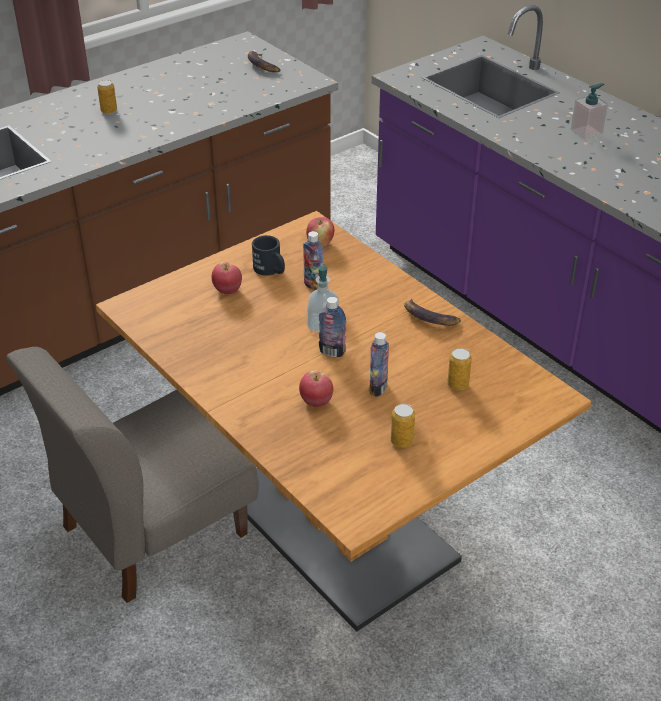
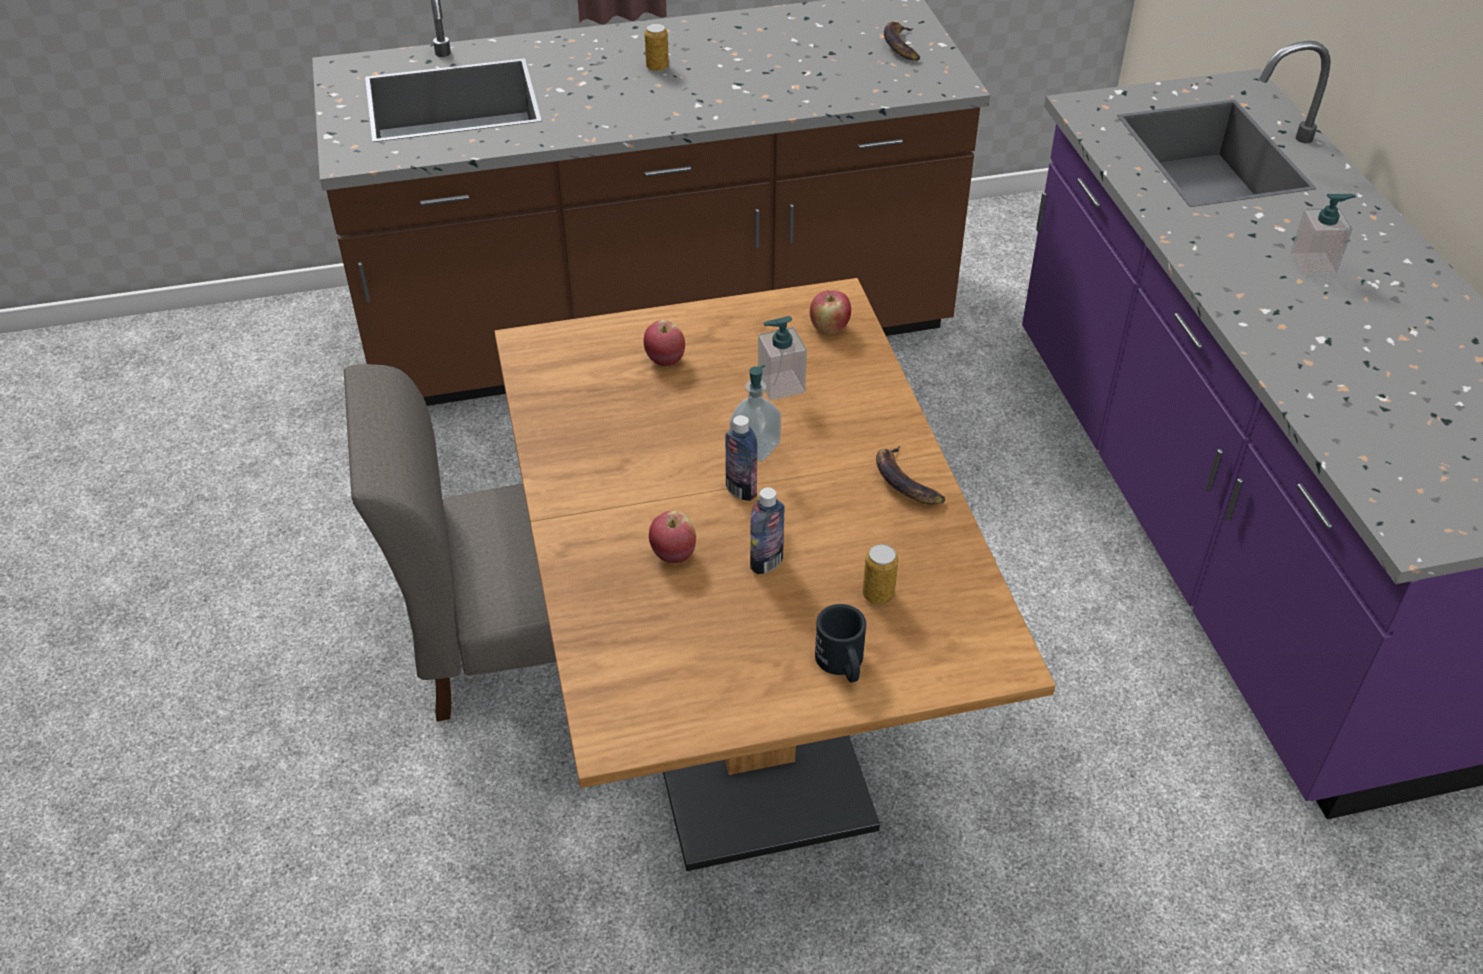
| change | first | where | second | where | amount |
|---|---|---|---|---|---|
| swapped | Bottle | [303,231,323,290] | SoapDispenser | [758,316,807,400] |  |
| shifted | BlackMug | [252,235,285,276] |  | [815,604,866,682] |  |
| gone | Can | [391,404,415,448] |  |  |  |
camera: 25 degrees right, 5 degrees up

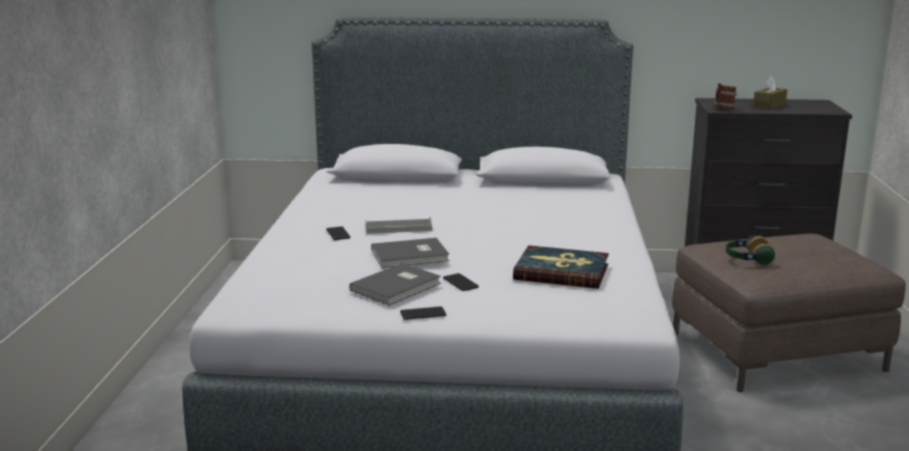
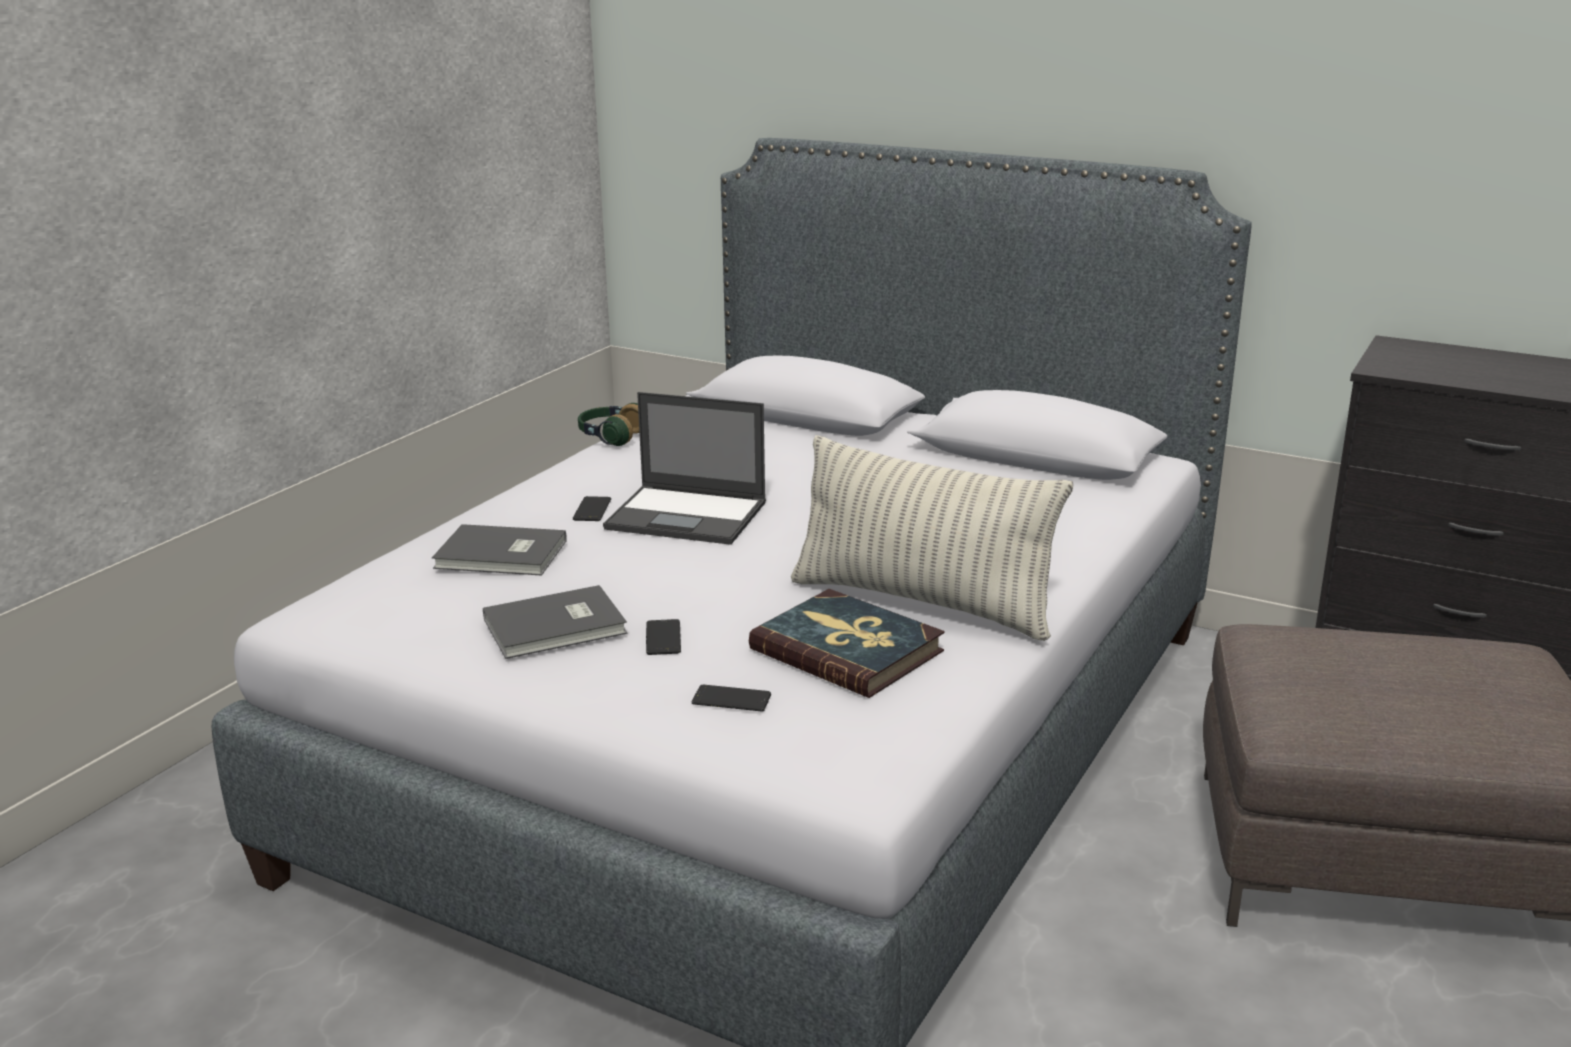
| change | first | where | second | where | amount |
|---|---|---|---|---|---|
| shifted | GreyBook | [371,238,449,268] |  | [432,524,567,576] |  |
| shifted | Headphones | [726,235,775,265] |  | [578,403,639,446] |  |
| swapped | GreyTray | [366,217,432,234] | Laptop | [603,392,766,545] |  |
| shifted | Phone | [400,306,446,320] |  | [692,685,771,711] |  |
| new |  |  | Pillow | [791,435,1073,641] |  |
| gone | Mug | [714,83,737,109] |  |  |  |
| gone | BrownTissueBox | [753,75,787,110] |  |  |  |
camera: 25 degrees right, 5 degrees up

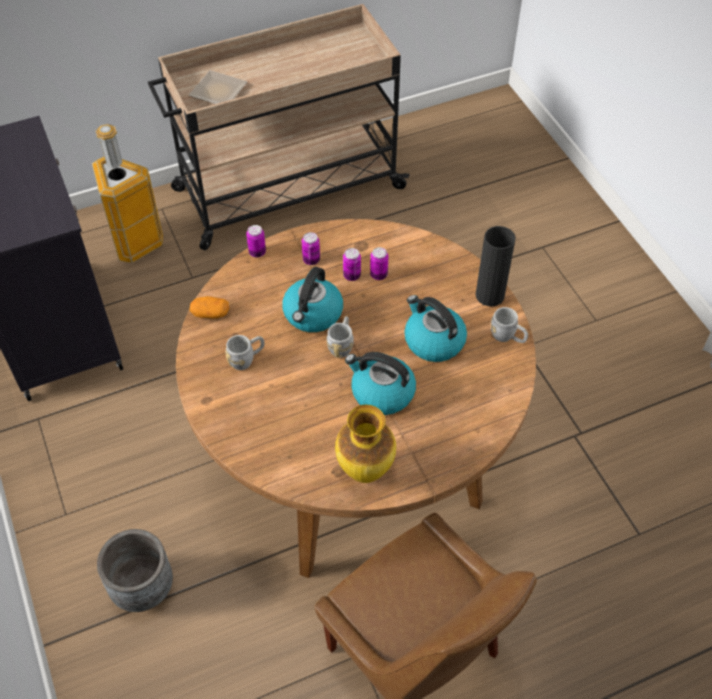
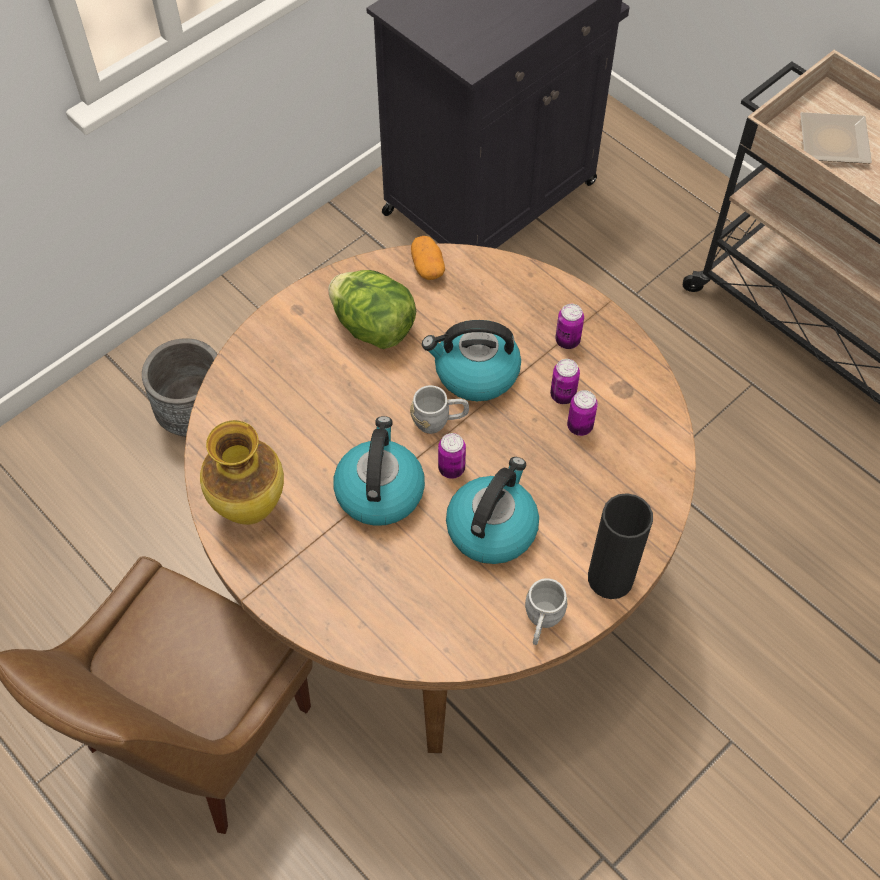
| change | first | where | second | where | amount |
|---|---|---|---|---|---|
| swapped | GreyMug | [226,335,265,370] | Lettuce | [328,270,416,349] |  |
| shifted | Can | [246,225,266,258] |  | [438,433,466,479] |  |
| gone | TrashCan | [92,124,163,263] |  |  |  |
camera: 70 degrees right, 5 degrees up

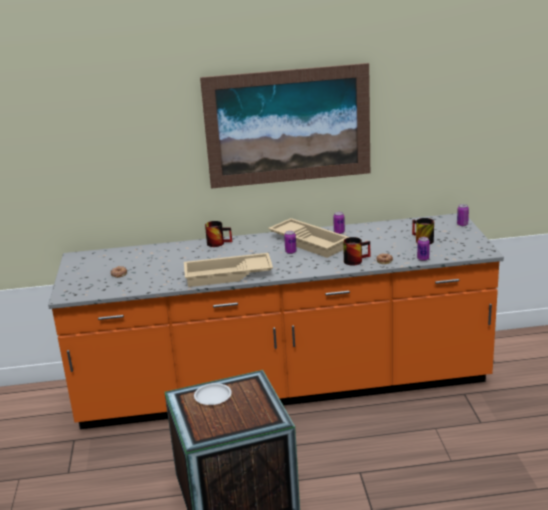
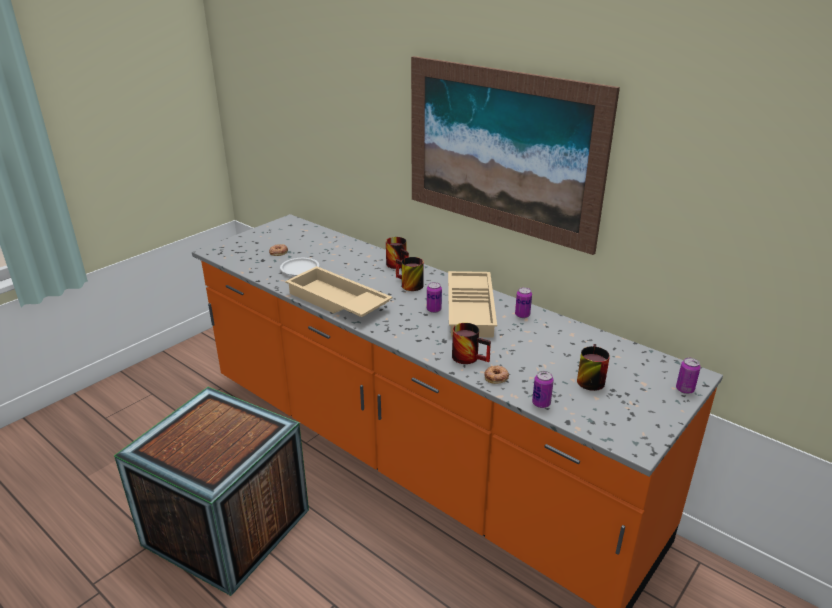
| change | first | where | second | where | amount |
|---|---|---|---|---|---|
| shifted | WhitePlate | [194,383,232,405] |  | [280,258,319,276] |  |
| new |  |  | Mug | [396,257,424,291] |  |
camera: 45 degrees right, 5 degrees up

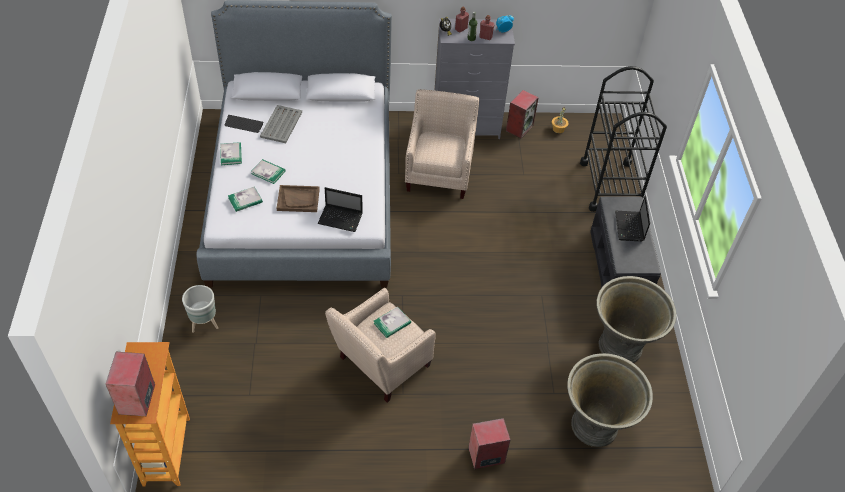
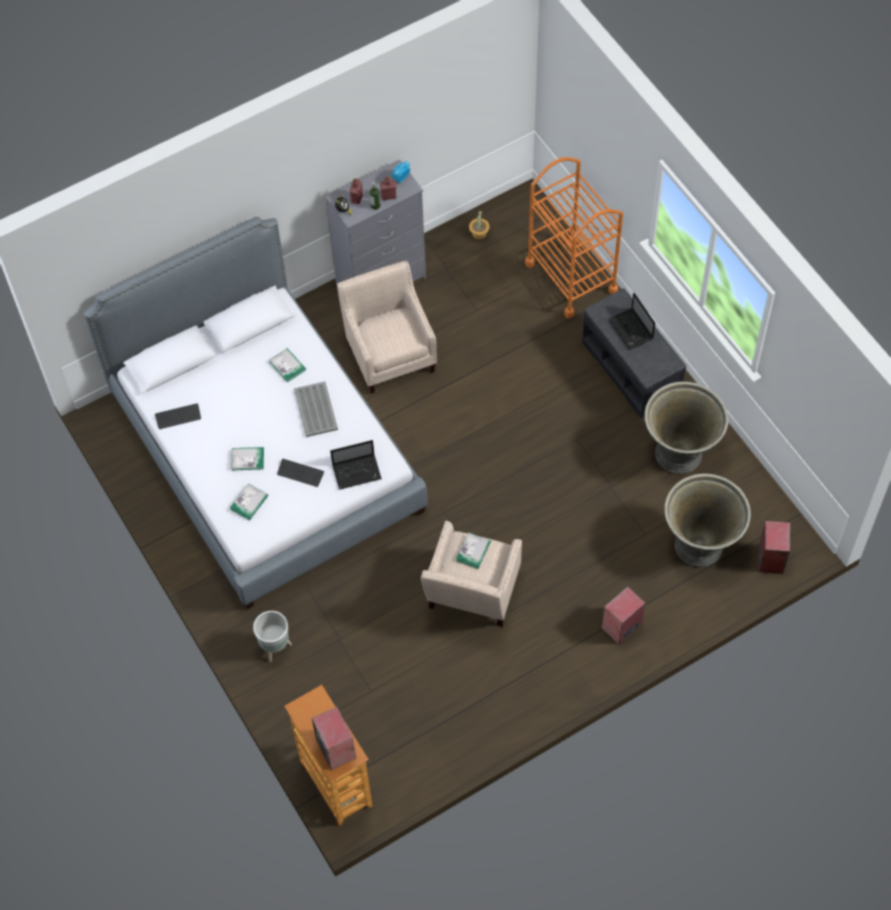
| change | first | where | second | where | amount |
|---|---|---|---|---|---|
| shifted | Book | [220,142,242,165] |  | [269,348,306,383] |  |
| swapped | BrownTray | [277,185,320,212] | Keyboard | [277,459,324,487] |  |
| shifted | GreyTray | [260,105,302,143] |  | [294,382,338,437] |  |
| repainted | BlackCart | [580,66,667,212] | OrangeCart | [525,157,623,319] |  |
| shifted | Speaker | [506,90,539,138] |  | [759,521,790,574] |  |
camera: 25 degrees left, 10 degrees up

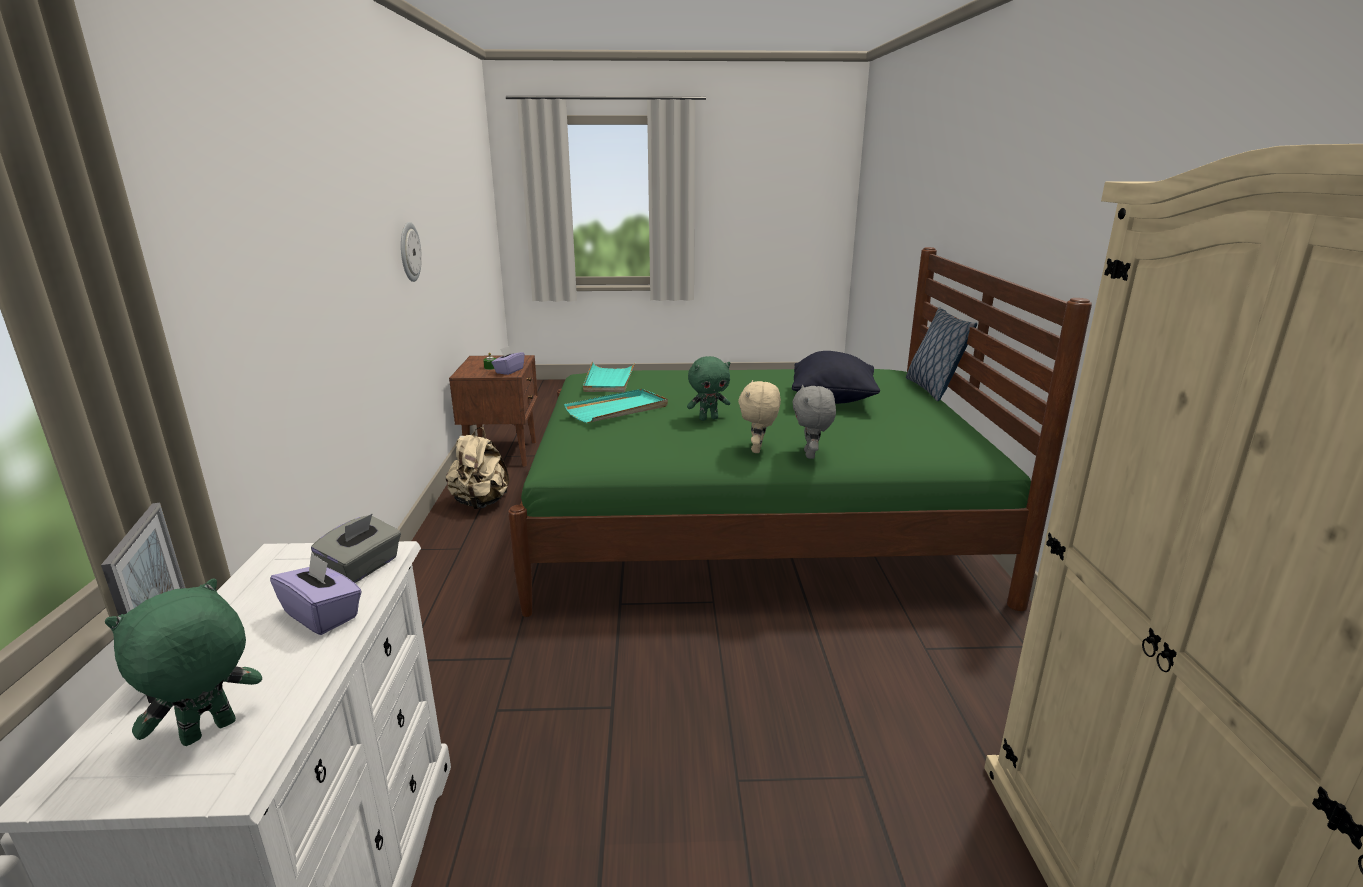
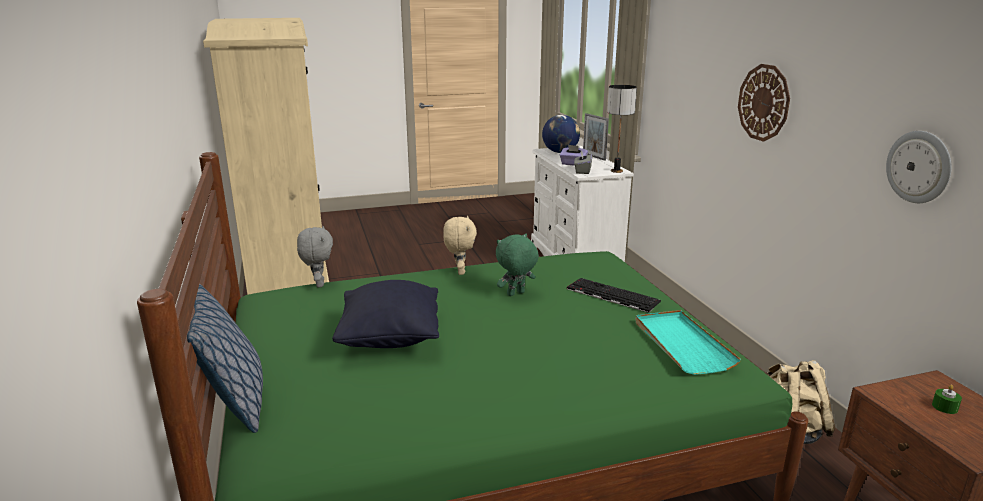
| change | first | where | second | where | amount |
|---|---|---|---|---|---|
| shifted | GreyPlushToy | [792,385,836,459] |  | [297,226,333,287] |  |
| swapped | GreenPlushToy | [105,579,262,746] | Globe | [542,115,580,153] |  |
| swapped | TurquoiseTray | [564,389,668,423] | Keyboard | [567,278,661,313] |  |
| new |  |  | TableLamp | [607,85,637,173] |  |
| new |  |  | WallClock | [738,64,790,141] |  |
| gone | PurpleTissueBox | [492,346,525,375] |  |  |  |
camera: 165 degrees right, 0 degrees up

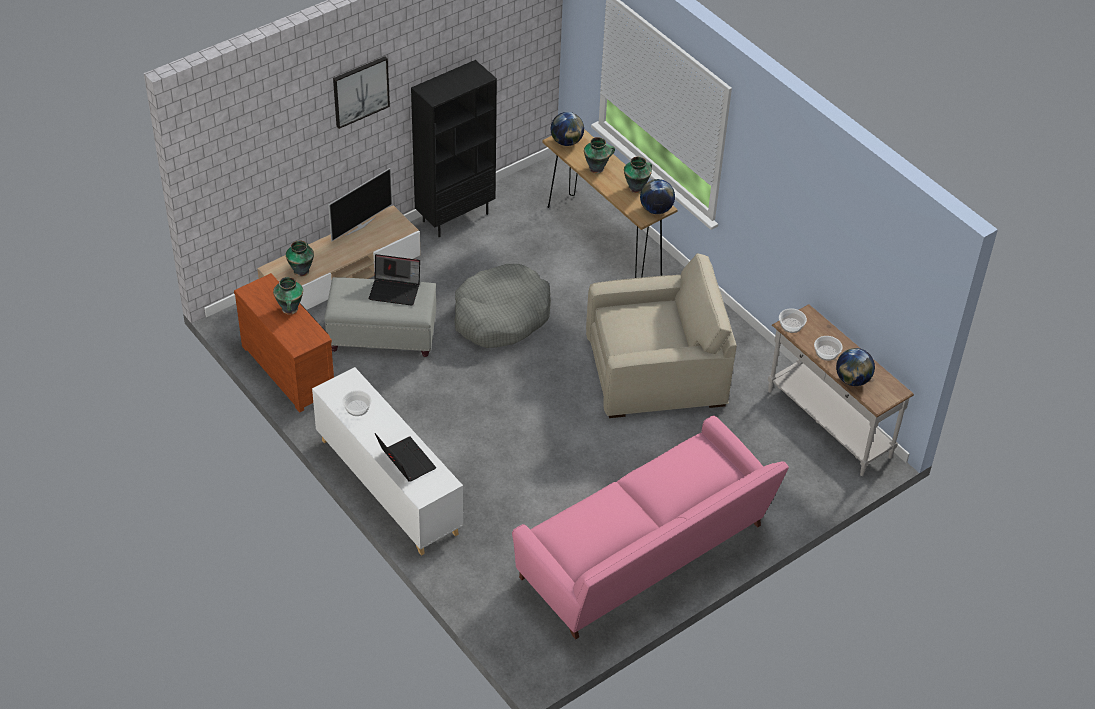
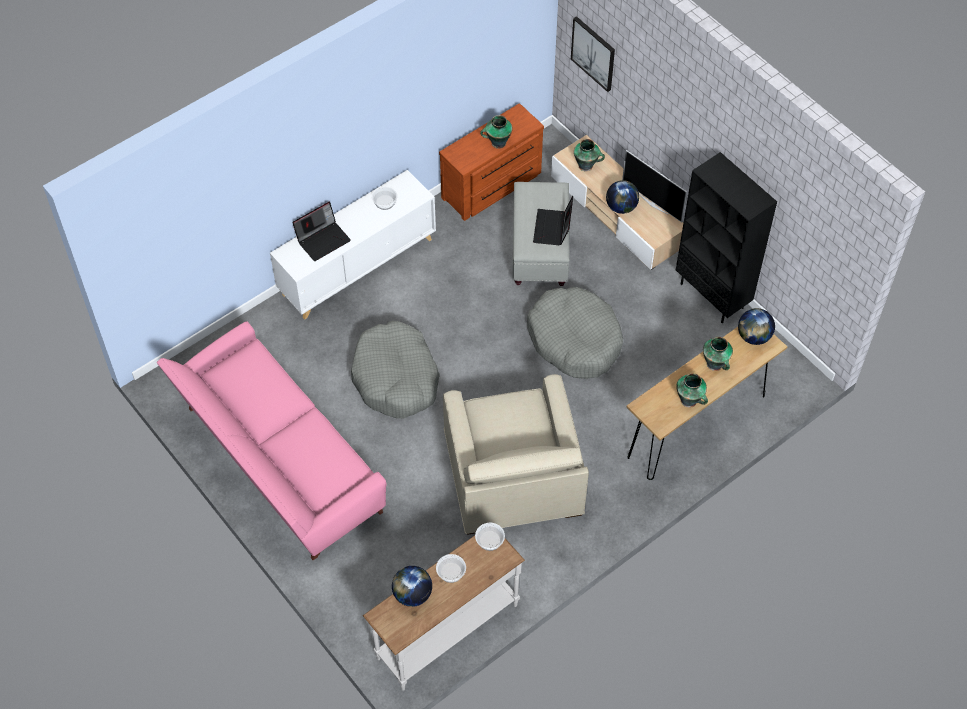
| change | first | where | second | where | amount |
|---|---|---|---|---|---|
| new |  |  | GreyDogBed | [351,321,440,418] |  |
| shifted | Picture | [333,56,390,129] |  | [571,16,615,92] |  |
| shifted | Globe | [640,179,675,214] |  | [606,180,639,214] |  |
camera: 90 degrees right, 10 degrees up

